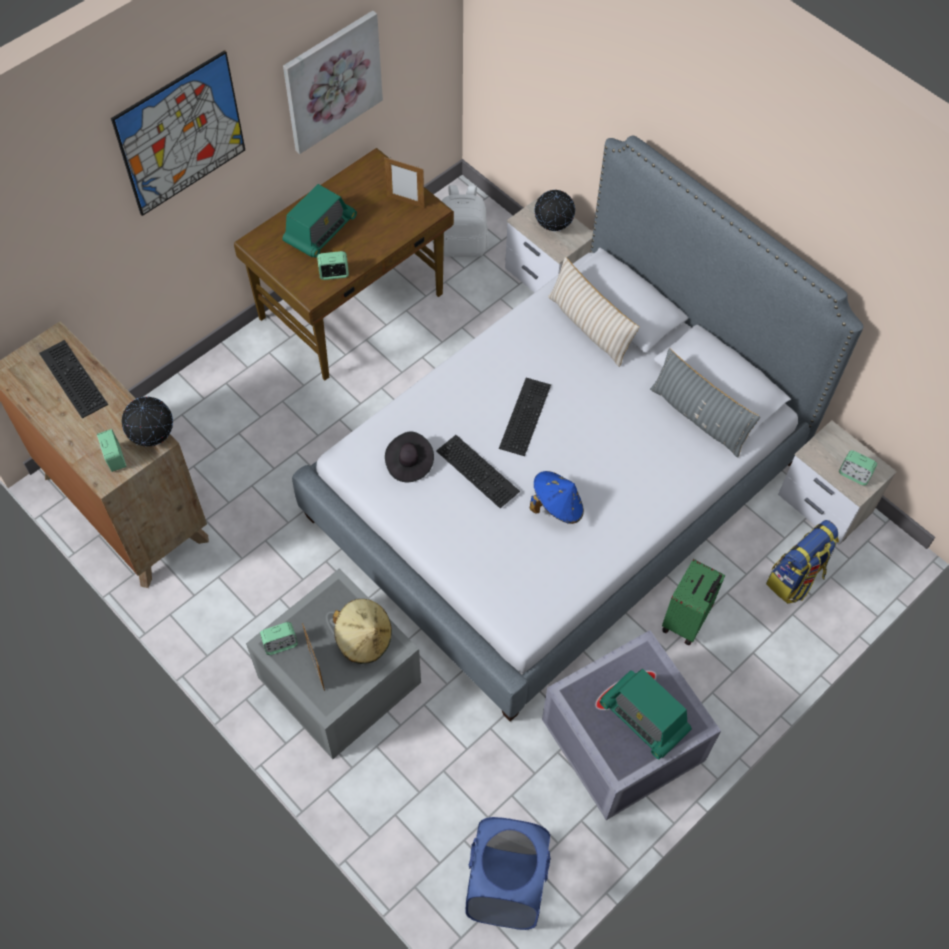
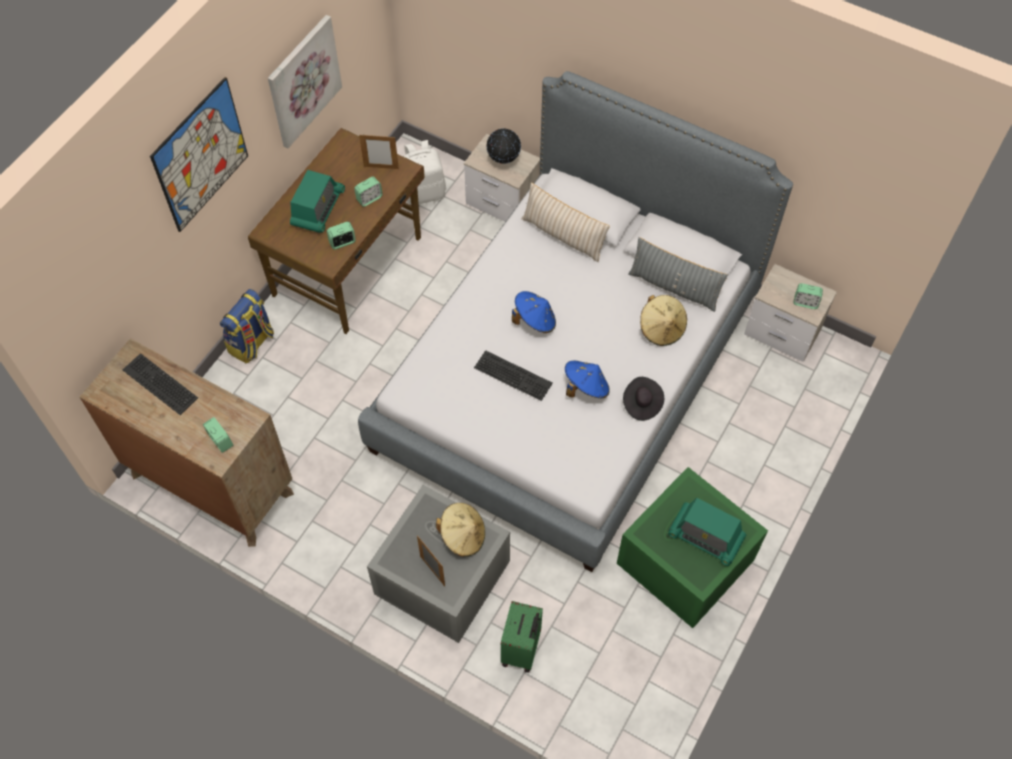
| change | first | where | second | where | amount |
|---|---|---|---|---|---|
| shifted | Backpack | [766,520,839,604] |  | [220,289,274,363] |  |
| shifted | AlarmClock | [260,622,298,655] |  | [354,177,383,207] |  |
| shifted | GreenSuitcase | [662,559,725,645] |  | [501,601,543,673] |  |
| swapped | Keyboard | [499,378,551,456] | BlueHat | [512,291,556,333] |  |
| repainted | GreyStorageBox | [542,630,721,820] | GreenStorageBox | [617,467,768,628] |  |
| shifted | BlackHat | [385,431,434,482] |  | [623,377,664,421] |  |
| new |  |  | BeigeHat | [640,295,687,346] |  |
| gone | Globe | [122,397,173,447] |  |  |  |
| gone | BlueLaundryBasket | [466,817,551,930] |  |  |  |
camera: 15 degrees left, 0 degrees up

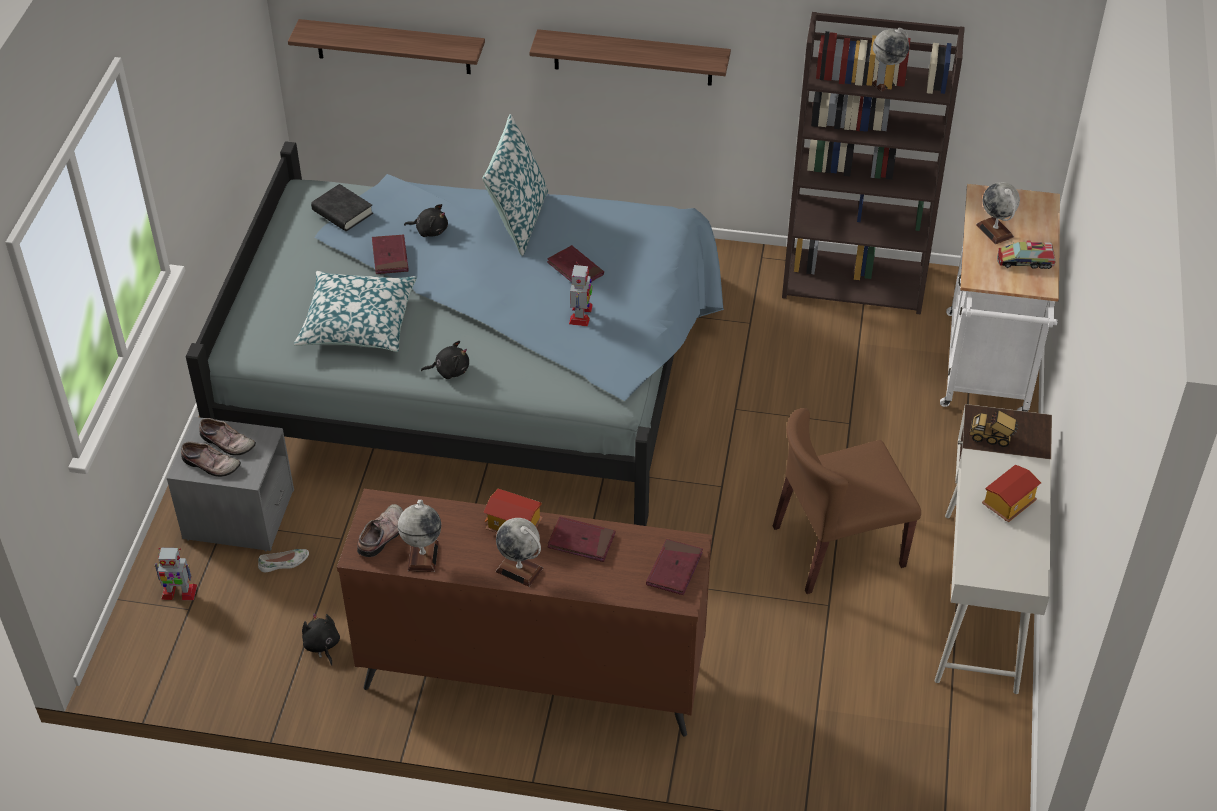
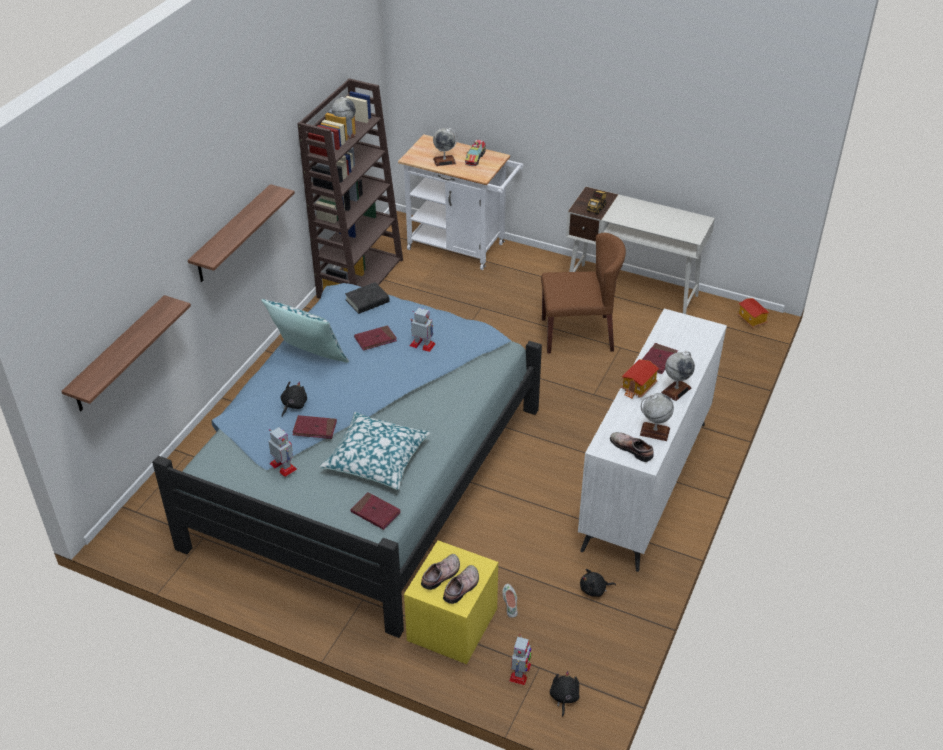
| change | first | where | second | where | amount |
|---|---|---|---|---|---|
| new |  |  | ToyRobot | [268,427,297,477] |  |
| shifted | BlackBook | [311,184,373,231] |  | [345,282,390,314] |  |
| shifted | RedBook | [646,539,703,595] |  | [350,492,401,530] |  |
| repainted | GreyNightstand | [167,417,294,551] | YellowNightstand | [404,540,499,664] |  |
| rotated | BrownChair | [773,408,921,594] |  | [541,233,626,354] | 90 degrees counterclockwise |
| shifted | BlackPlushToy | [421,341,469,379] |  | [550,671,579,717] |  |
| repainted | BrownDresser | [337,489,712,736] | WhiteDresser | [578,308,727,572] |  |
| shifted | ToyHouse | [982,465,1041,522] |  | [737,298,770,328] |  |
camera: 75 degrees left, 5 degrees down

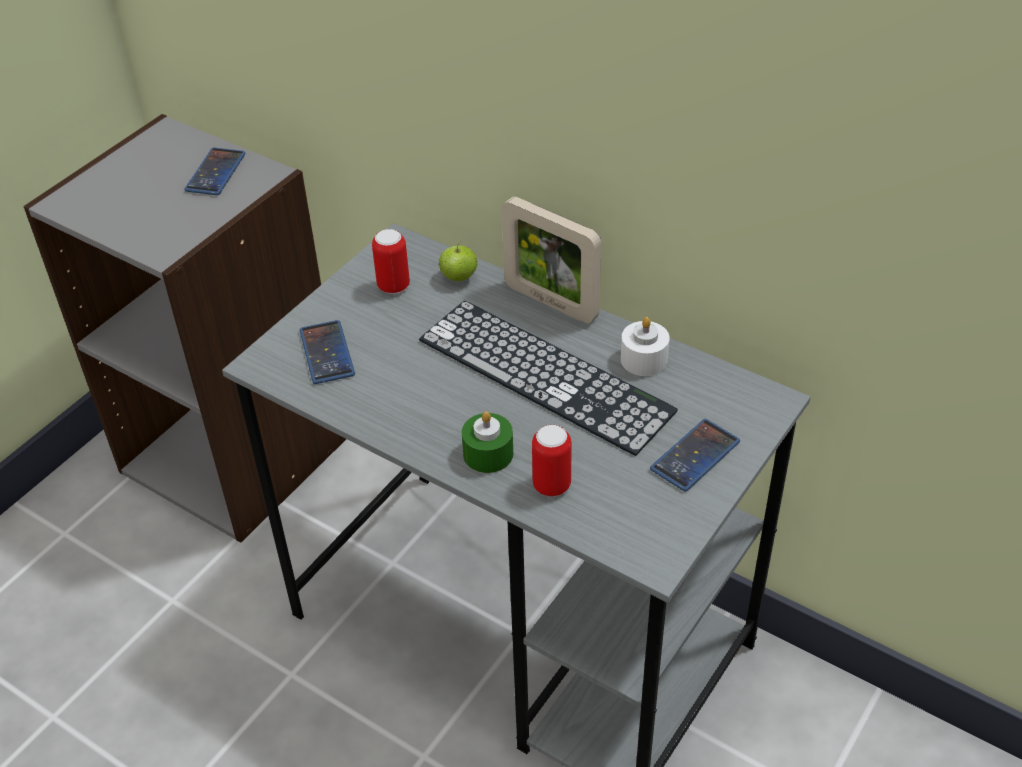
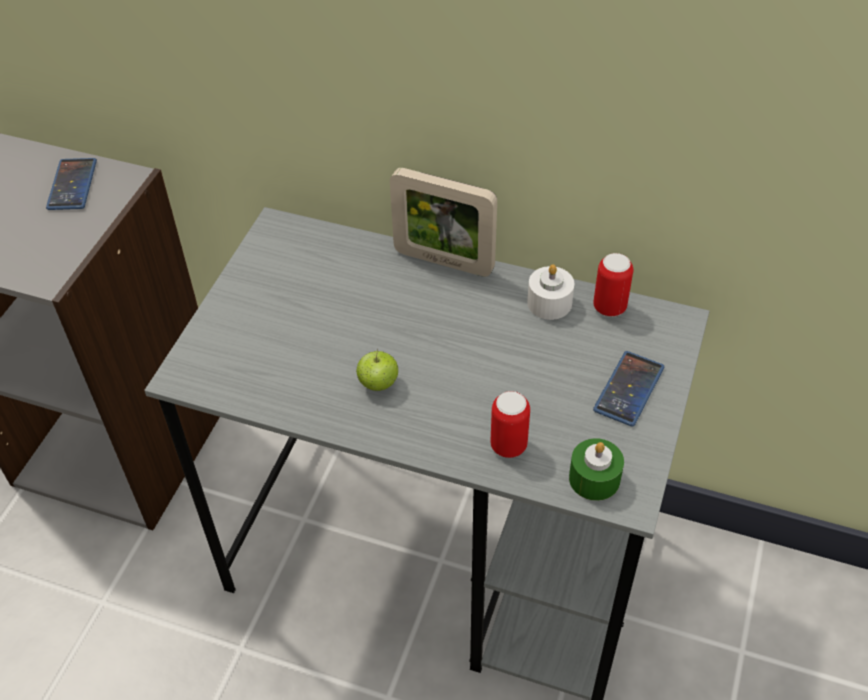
| change | first | where | second | where | amount |
|---|---|---|---|---|---|
| shifted | Apple | [439,242,477,281] |  | [356,349,398,391] |  |
| shifted | GreenCandle | [462,411,513,473] |  | [569,438,624,501] |  |
| shifted | Can | [372,229,410,294] |  | [593,253,633,317] |  |
| gone | Phone | [300,320,355,384] |  |  |  |
| gone | Keyboard | [419,301,678,456] |  |  |  |
camera: 15 degrees left, 5 degrees up

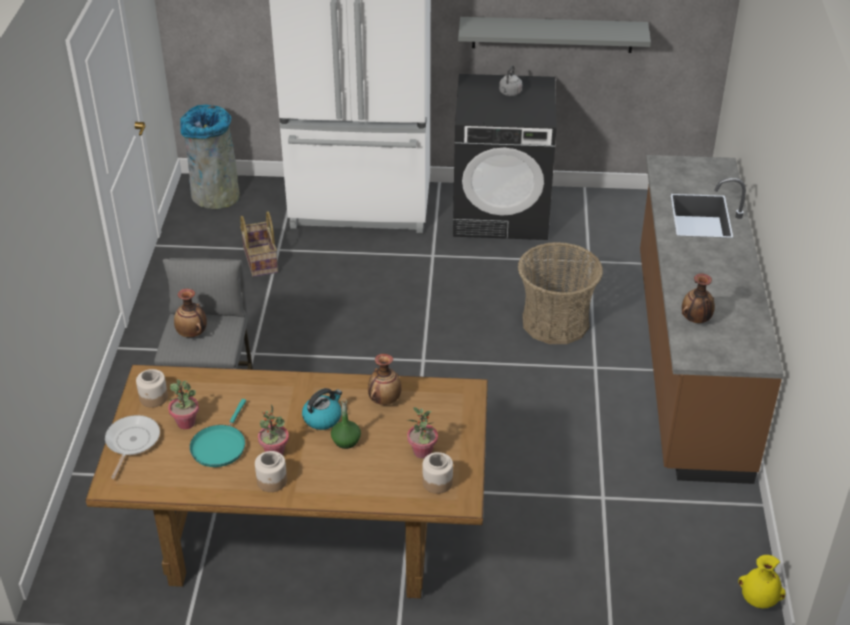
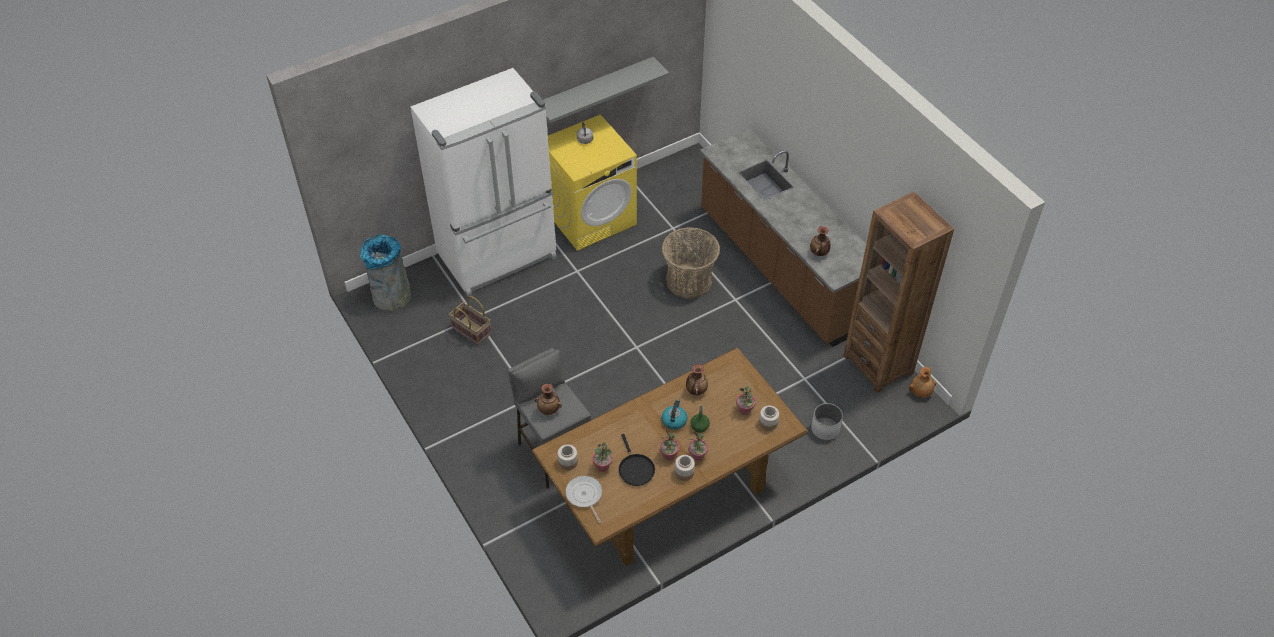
| change | first | where | second | where | amount |
|---|---|---|---|---|---|
| repainted | BlackWashingMachine | [453,74,557,240] | YellowWashingMachine | [548,114,637,251] |  |
| repainted | TurquoiseFryingPan | [189,399,246,467] | BlackFryingPan | [618,434,655,486] |  |
| new |  |  | PottedPlant | [688,431,708,461] |  |
| new |  |  | WhitePlanter | [811,403,843,440] |  |
| new |  |  | BrownBookcase | [843,192,954,393] |  |
| repainted | YellowVase | [738,555,785,608] | BrownVase | [909,367,936,398] |  |
camera: 35 degrees left, 10 degrees up

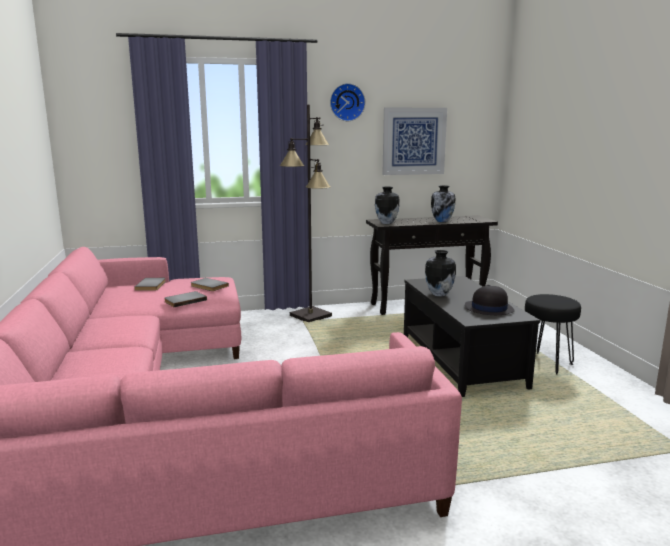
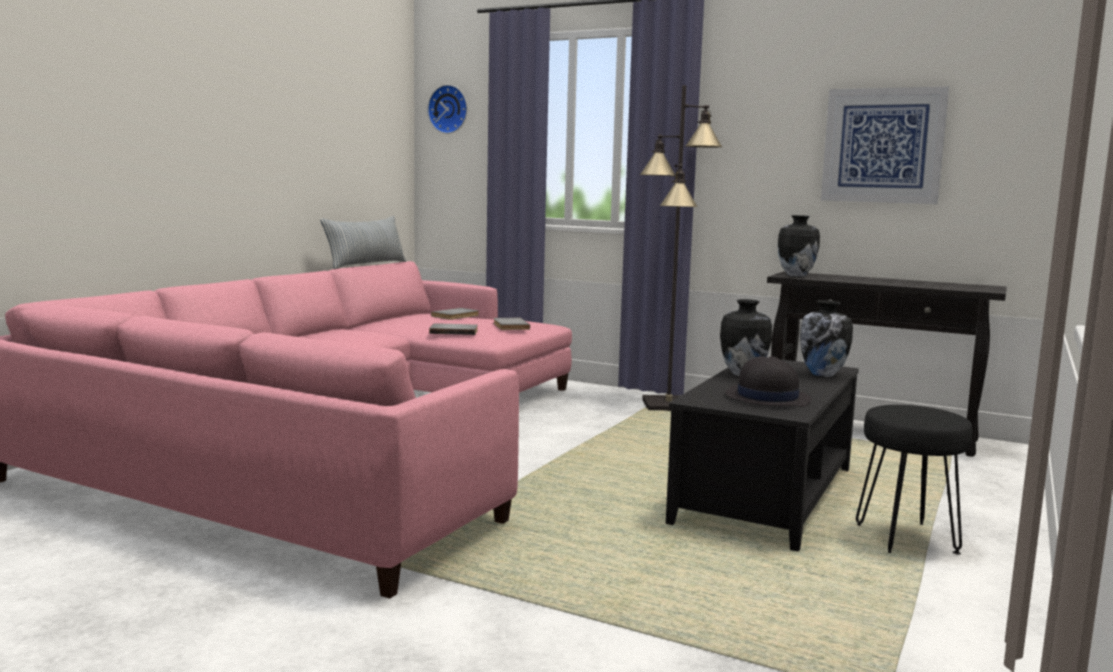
| change | first | where | second | where | amount |
|---|---|---|---|---|---|
| new |  |  | Pillow | [320,216,406,269] |  |
| shifted | WallClock | [330,83,365,121] |  | [427,85,467,134] |  |
| shifted | Vase | [431,185,455,222] |  | [800,300,853,377] |  |
camera: 40 degrees right, 5 degrees down

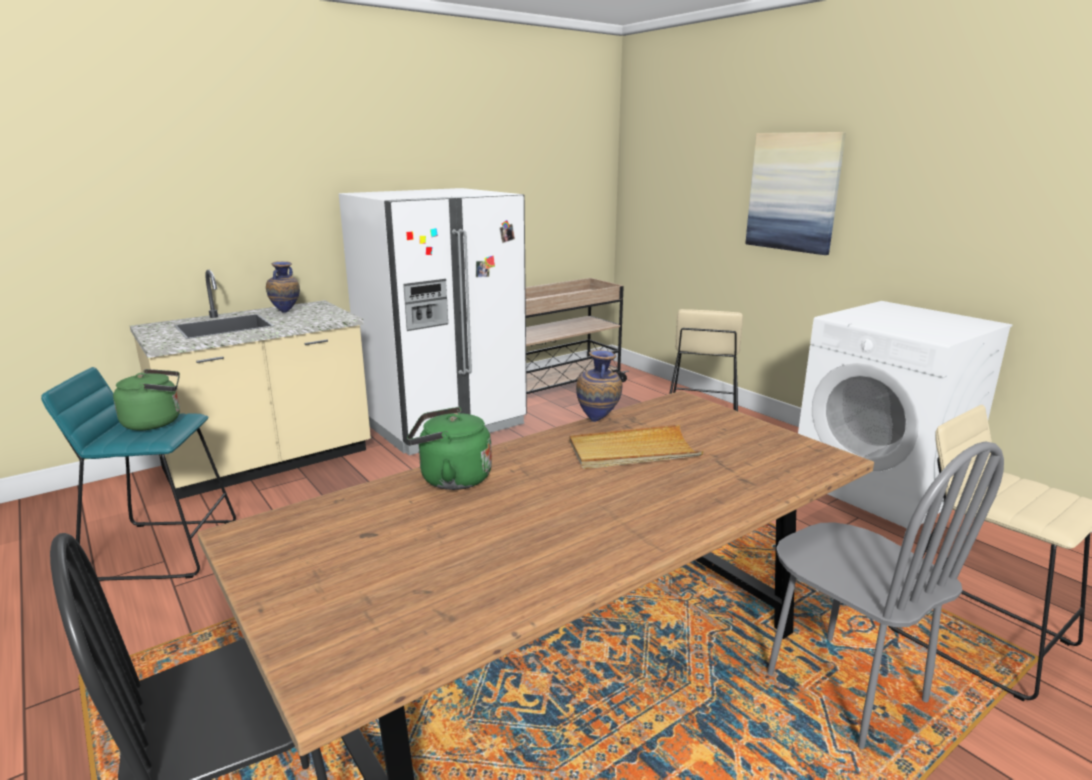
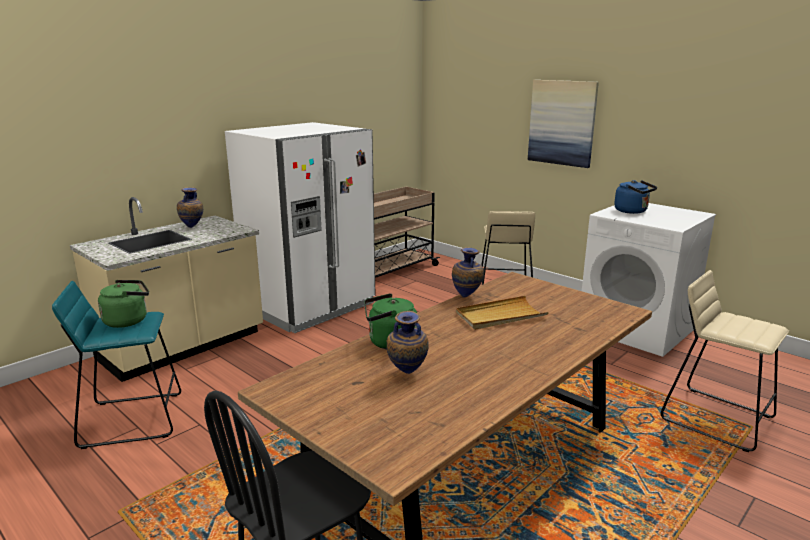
| change | first | where | second | where | amount |
|---|---|---|---|---|---|
| new |  |  | Vase | [387,311,429,374] |  |
| new |  |  | BlueKettle | [614,180,657,214] |  |
| gone | GreyChair | [767,442,1004,749] |  |  |  |
camera: 10 degrees left, 0 degrees up

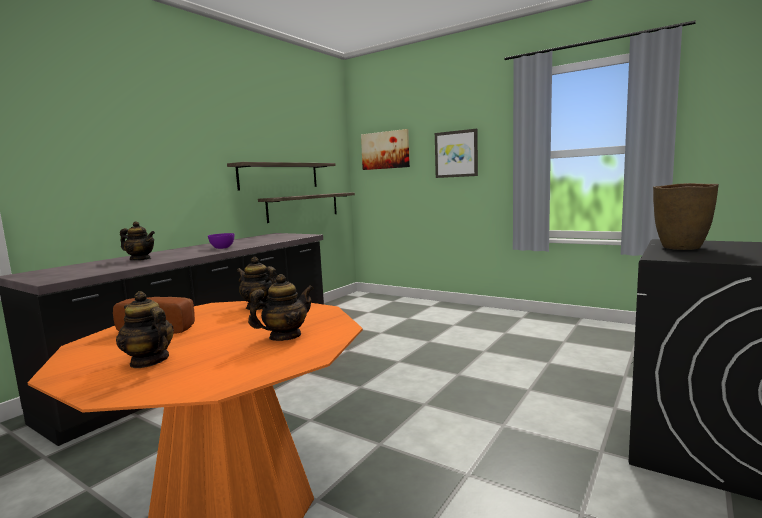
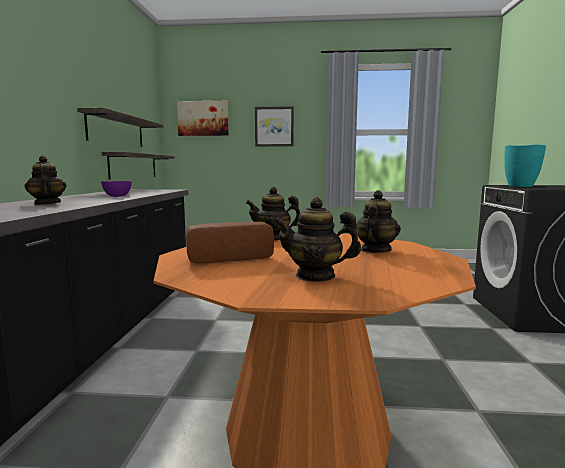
| change | first | where | second | where | amount |
|---|---|---|---|---|---|
| rotated | Teapot | [120,221,155,260] |  | [25,156,66,205] | 105 degrees counterclockwise |
| repainted | BrownVase | [653,183,719,250] | TurquoiseVase | [504,145,546,187] |  |
camera: 30 degrees left, 0 degrees up

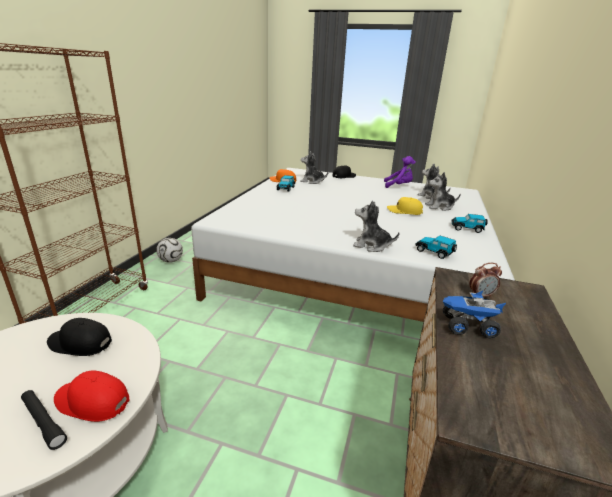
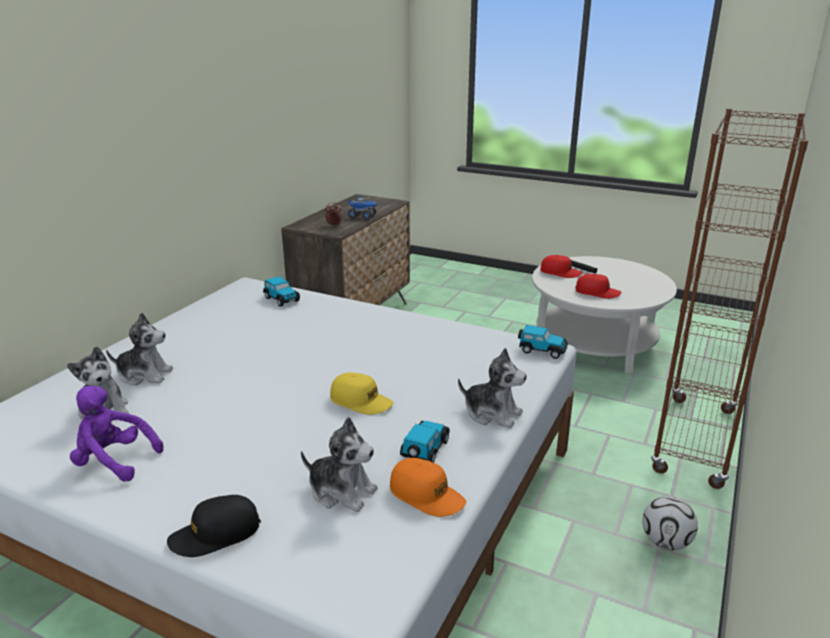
| change | first | where | second | where | amount |
|---|---|---|---|---|---|
| shifted | YellowCap | [387,197,423,215] |  | [330,372,394,415] |  |
| shifted | PlushToy | [353,200,400,252] |  | [458,348,527,428] |  |
| shifted | ToyCar | [452,214,488,233] |  | [518,325,568,359] |  |
| repainted | BlackCap | [47,318,112,356] | RedCap | [575,274,621,299] |  |
camera: 170 degrees left, 0 degrees up

